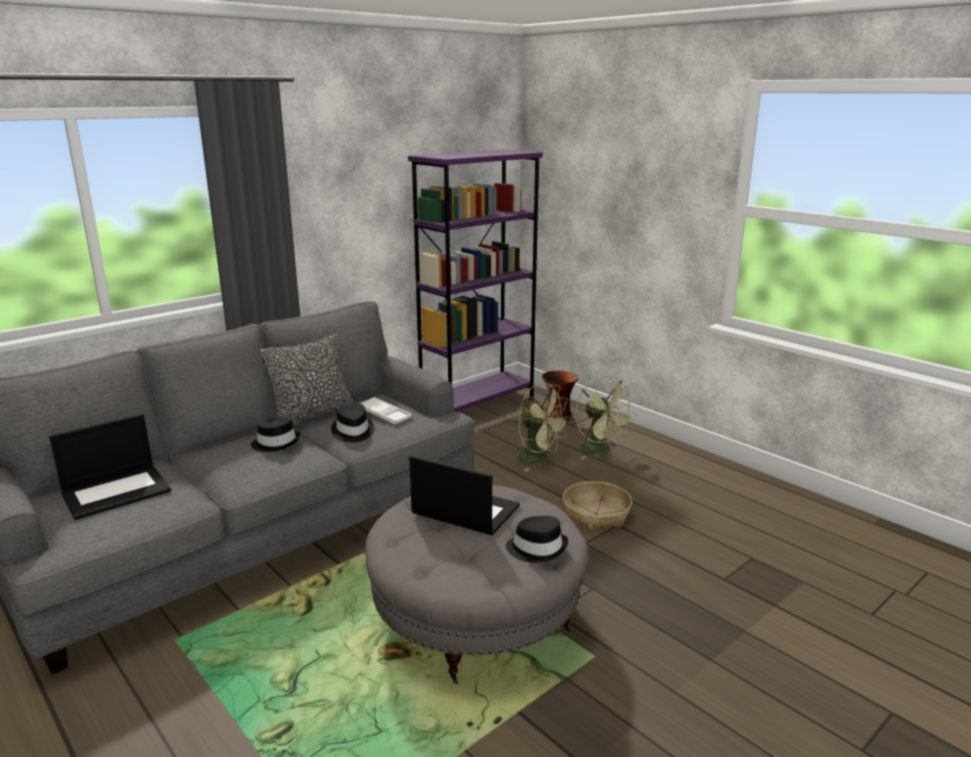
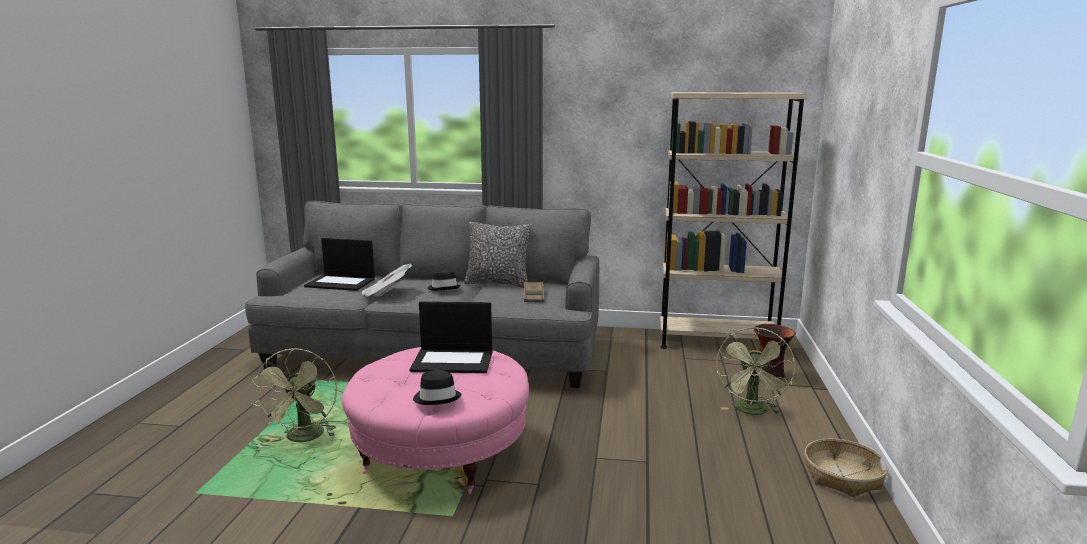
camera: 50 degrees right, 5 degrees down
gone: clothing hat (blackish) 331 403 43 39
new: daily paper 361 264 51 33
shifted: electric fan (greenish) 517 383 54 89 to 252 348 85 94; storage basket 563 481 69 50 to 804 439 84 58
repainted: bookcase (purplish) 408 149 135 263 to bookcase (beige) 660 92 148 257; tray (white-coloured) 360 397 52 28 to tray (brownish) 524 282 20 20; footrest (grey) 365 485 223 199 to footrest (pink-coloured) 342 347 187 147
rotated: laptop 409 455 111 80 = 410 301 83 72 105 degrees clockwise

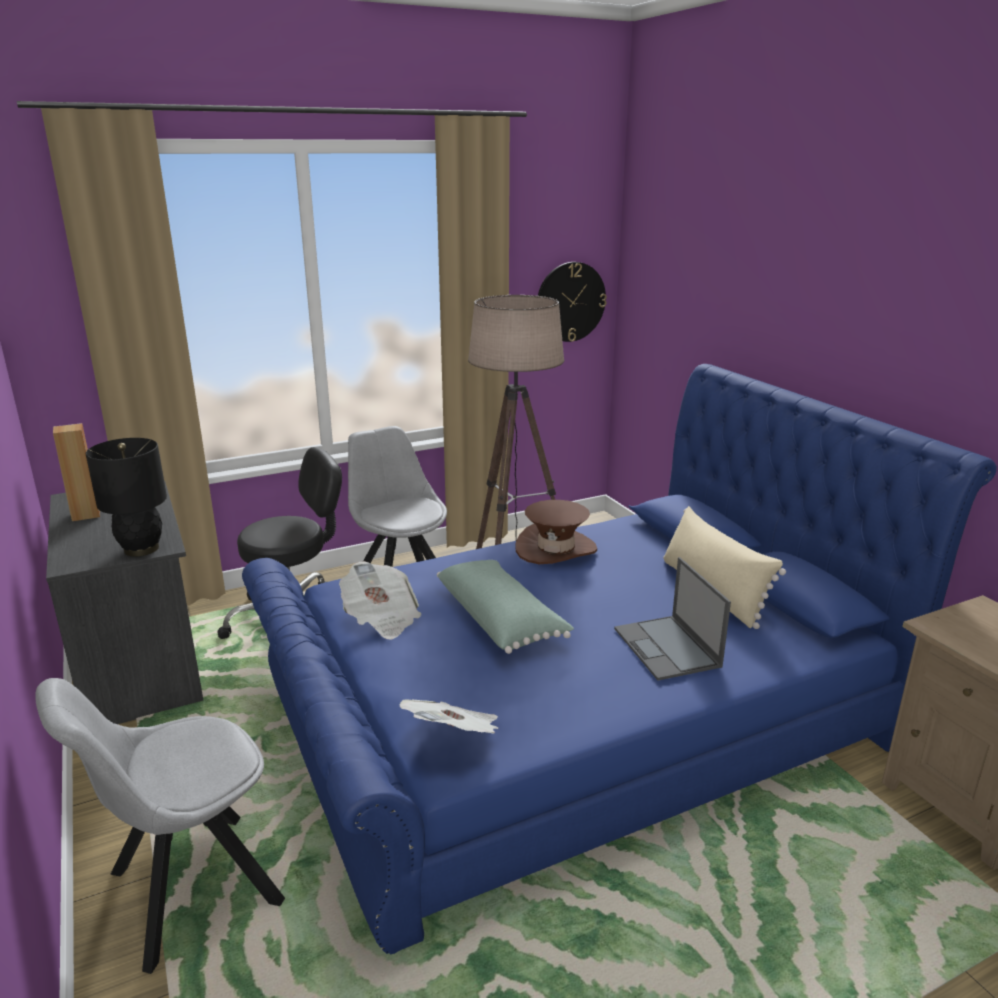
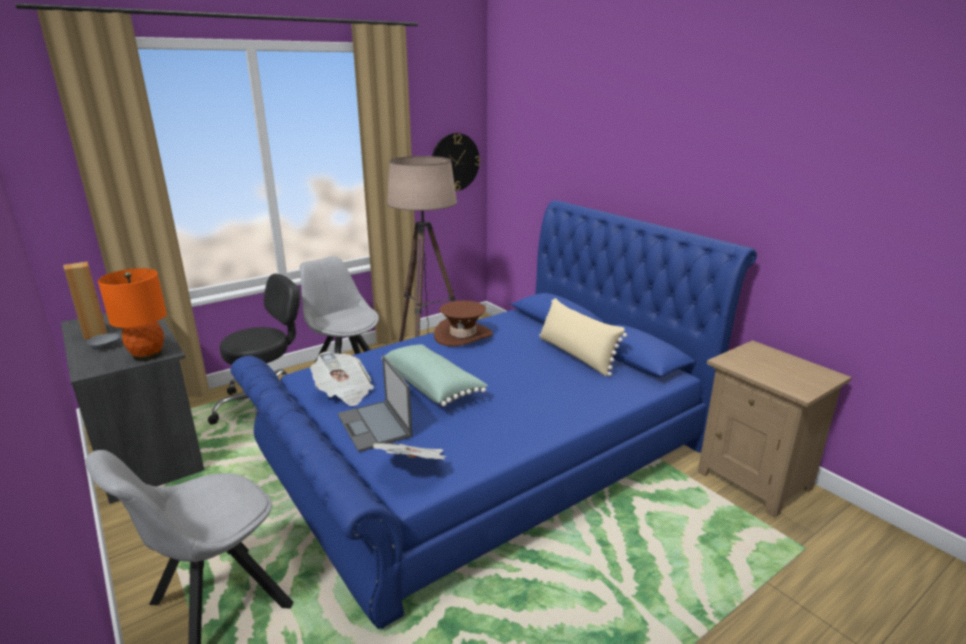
camera: 10 degrees left, 0 degrees up
new: bowl (grey) 87 333 33 17
shifted: laptop 614 557 117 124 to 337 355 75 97
repainted: tabletop lamp (blackish) 86 438 81 119 to tabletop lamp (orangey) 98 268 69 93

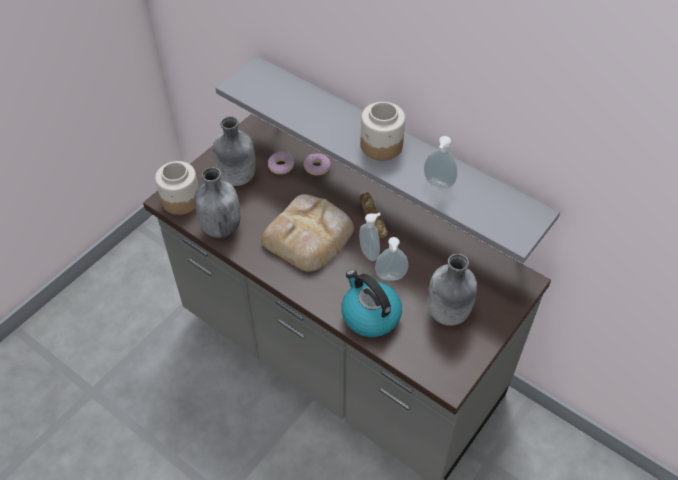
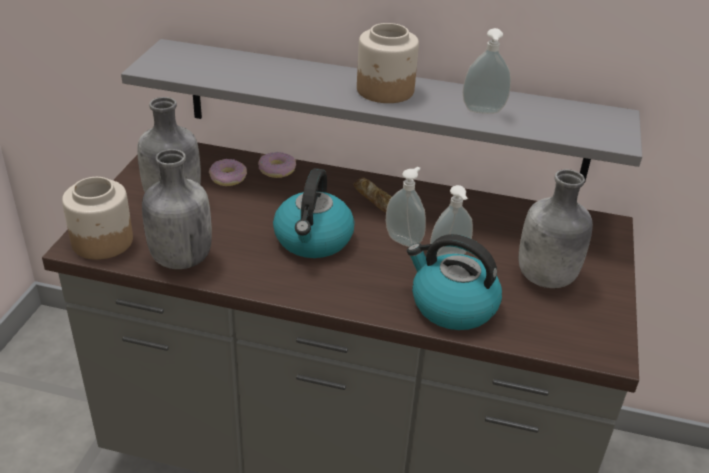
camera: 25 degrees left, 15 degrees down
swapped: bread 261 194 93 78 to kettle 273 168 82 90

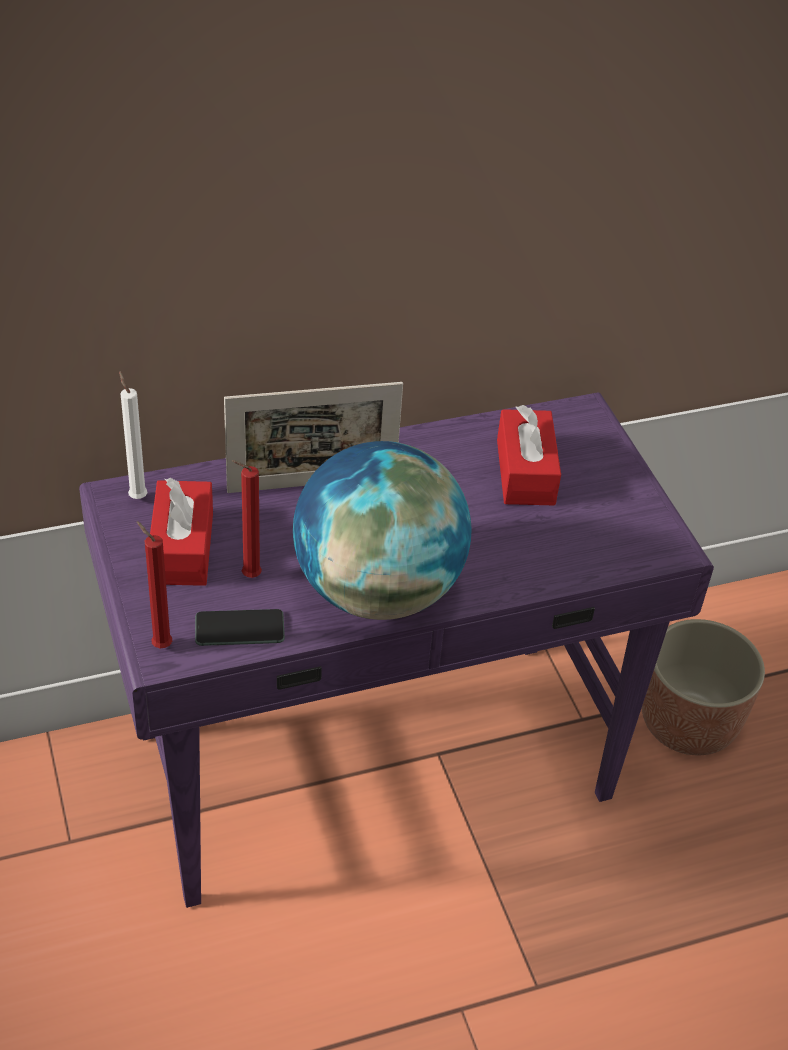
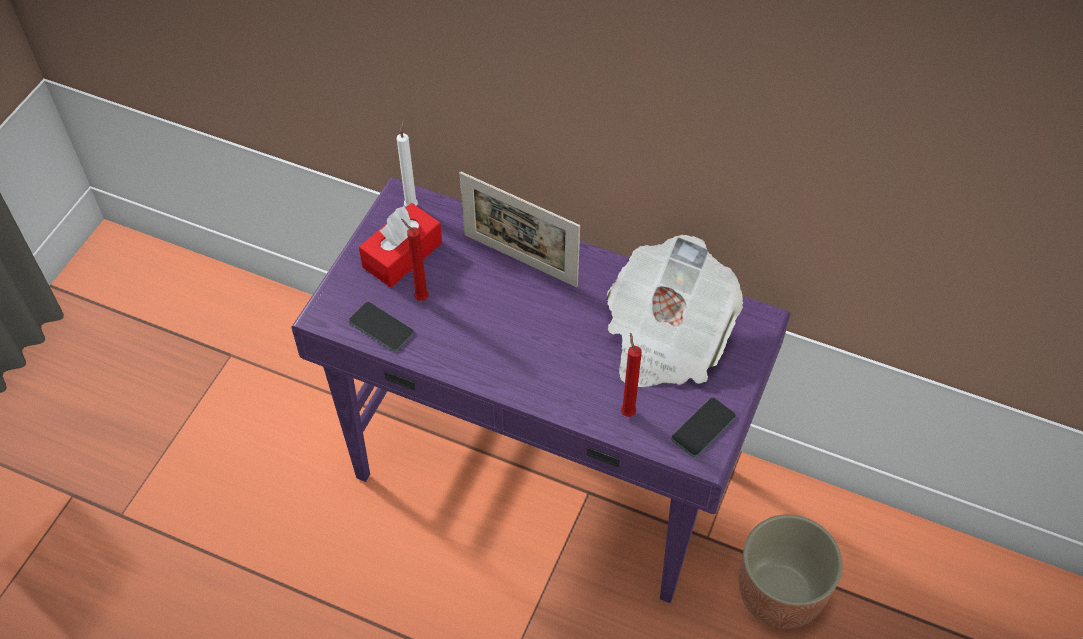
camera: 45 degrees right, 10 degrees up
gone: world globe 293 441 179 179
new: handset 671 397 65 60
shifted: candle (red) 137 521 35 127 to 621 332 21 85
swapped: tissue holder (red) 497 405 64 101 to daily paper 606 235 137 152

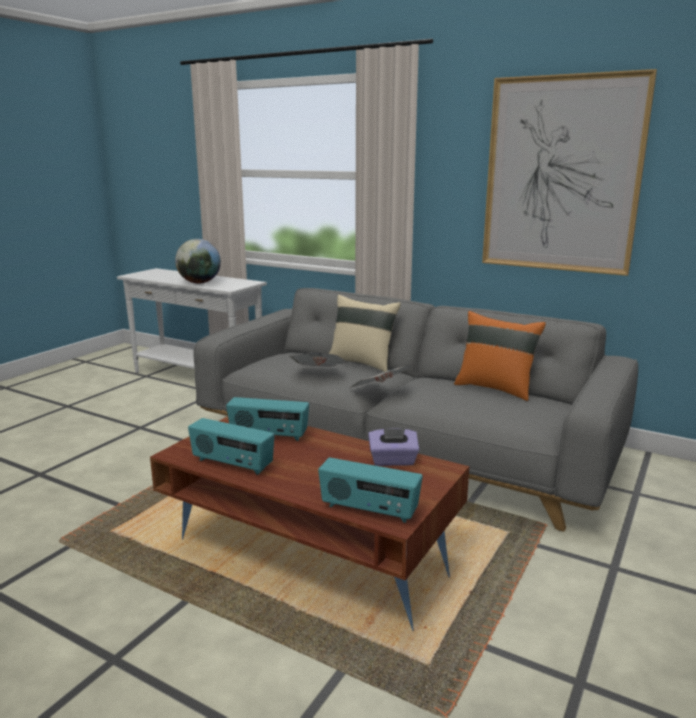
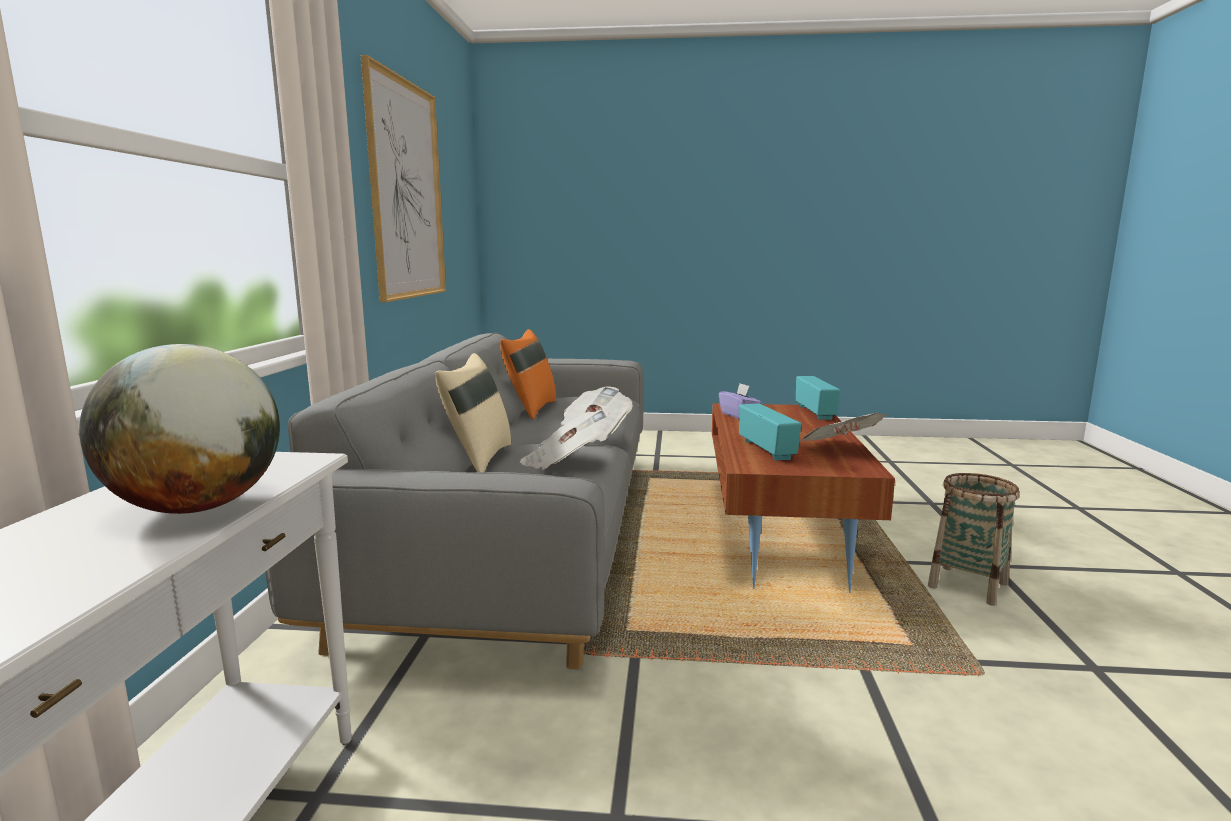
camera: 115 degrees left, 5 degrees down
new: storage basket 928 473 92 133
swapped: radio set 188 418 86 57 to daily paper 799 413 88 28

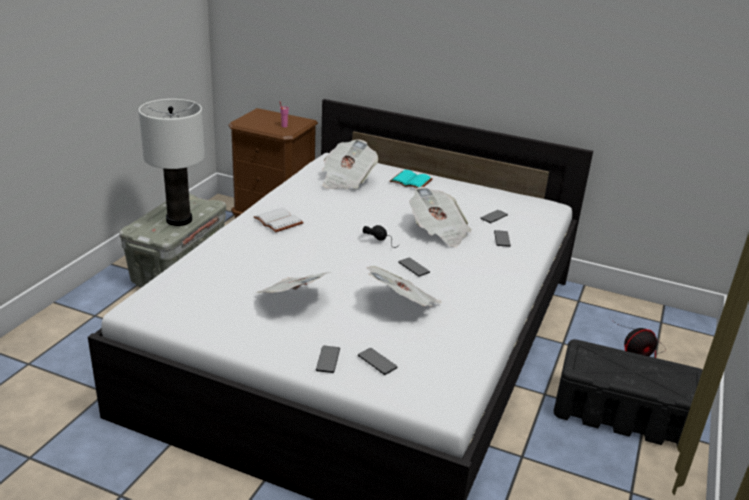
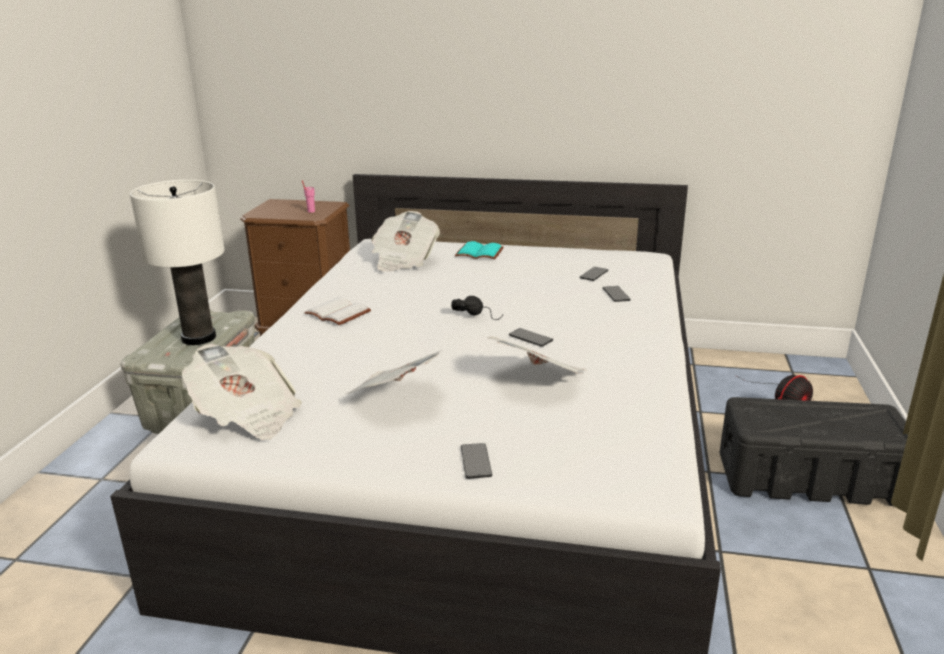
camera: 10 degrees left, 5 degrees down
gone: handset 358 348 40 27
shifted: daily paper 409 187 62 60 to 182 344 120 96

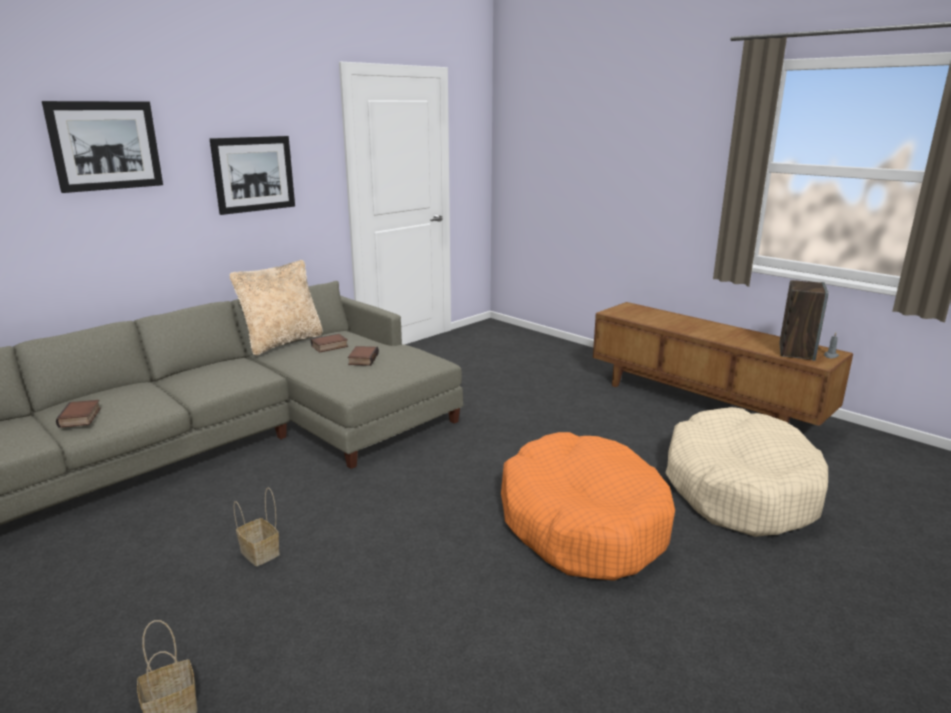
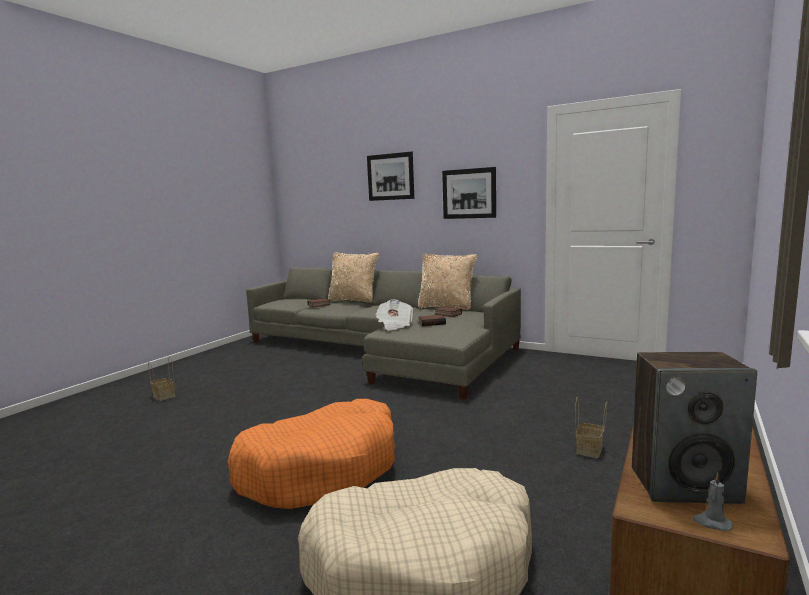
camera: 75 degrees right, 10 degrees down
new: pillow (beige) 328 252 51 51; daily paper 375 299 38 31
shifted: storage basket 234 487 46 79 to 575 397 32 61

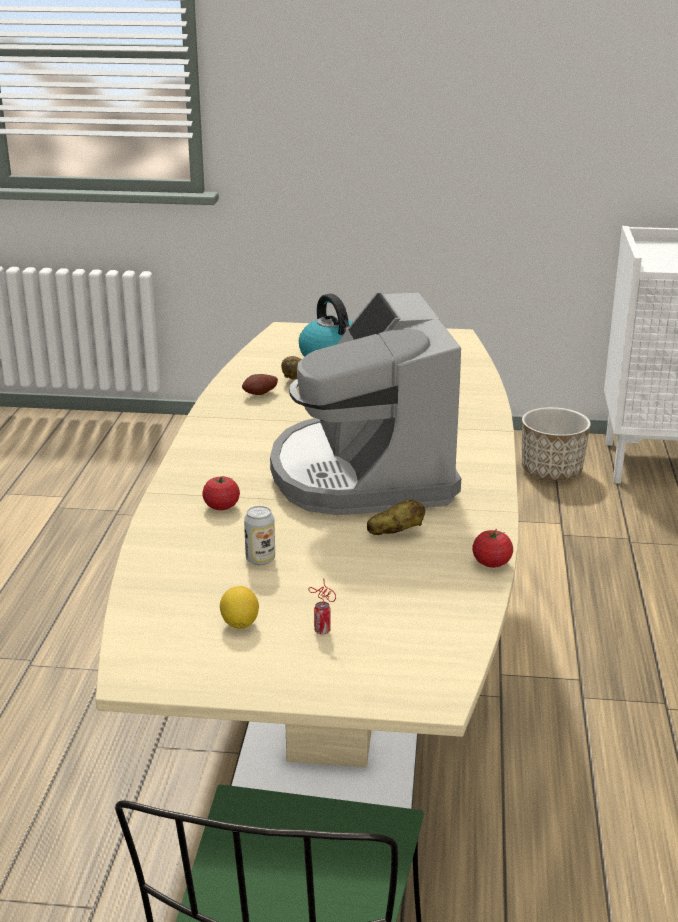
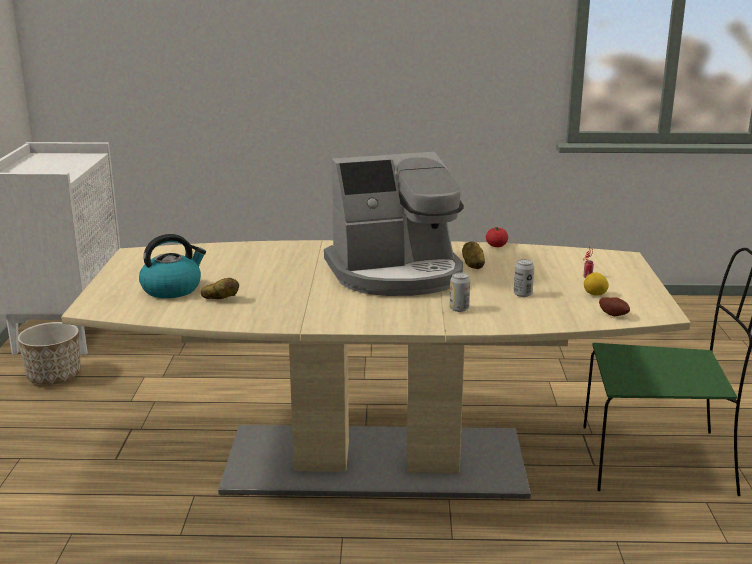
camera: 95 degrees left, 5 degrees down
shifted: spud 242 374 36 21 to 599 297 31 19
swapped: tomato 202 476 38 34 to metal can 450 272 20 40

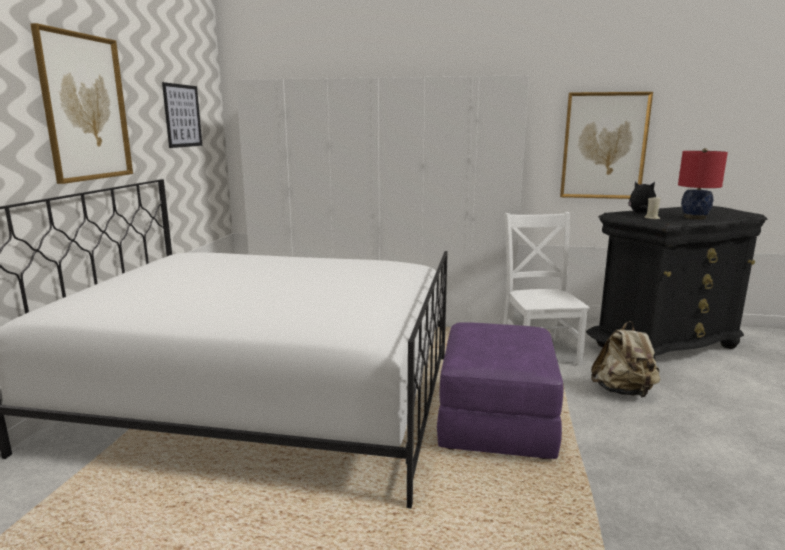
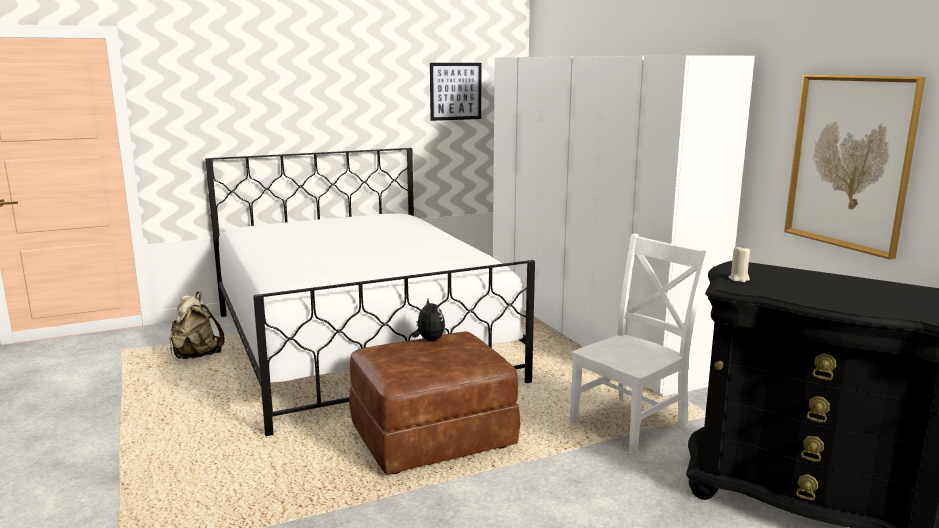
camera: 55 degrees right, 0 degrees up
gone: picture 31 23 102 161; tabletop lamp (red) 678 148 50 72
shifted: cuddly toy 628 182 28 31 to 412 299 33 42; backpack (beige) 591 321 69 77 to 169 291 56 68
repainted: footrest (purplish) 437 322 127 137 to footrest (brownish) 349 331 172 144

